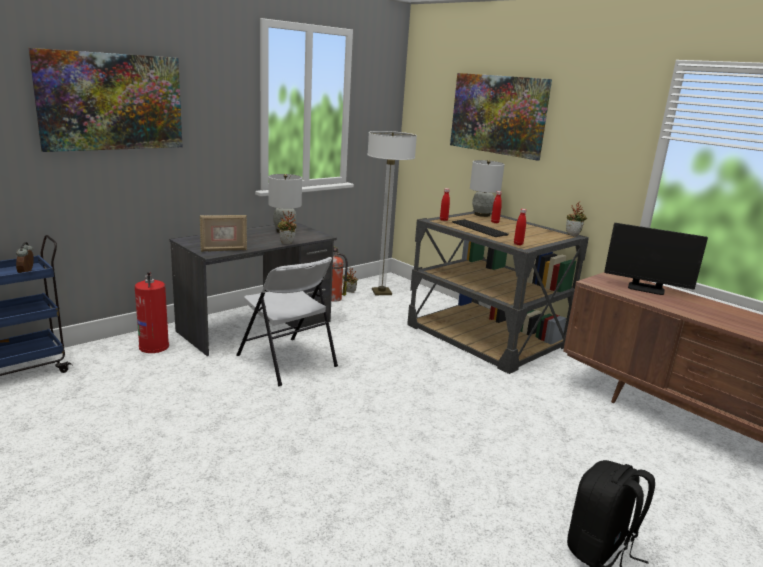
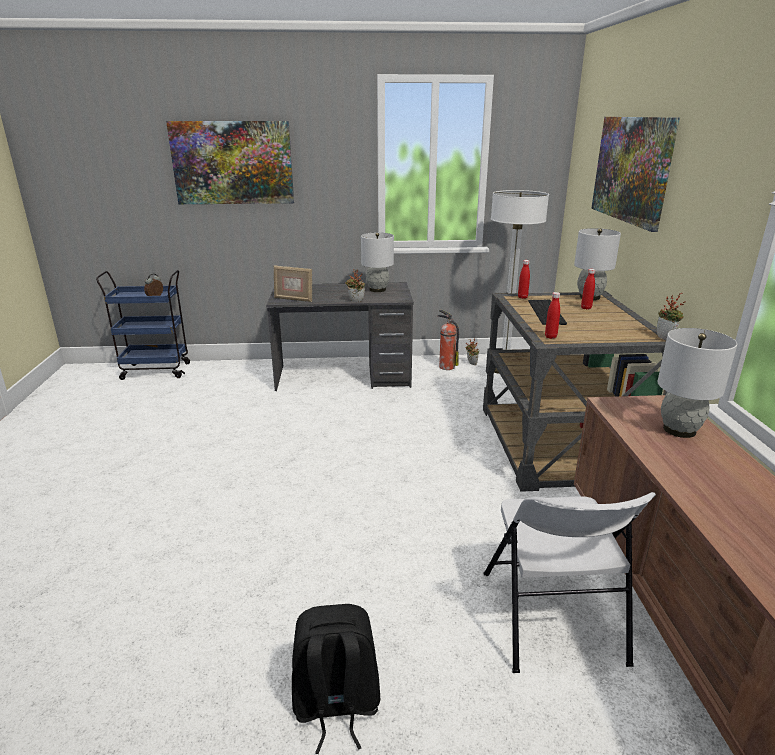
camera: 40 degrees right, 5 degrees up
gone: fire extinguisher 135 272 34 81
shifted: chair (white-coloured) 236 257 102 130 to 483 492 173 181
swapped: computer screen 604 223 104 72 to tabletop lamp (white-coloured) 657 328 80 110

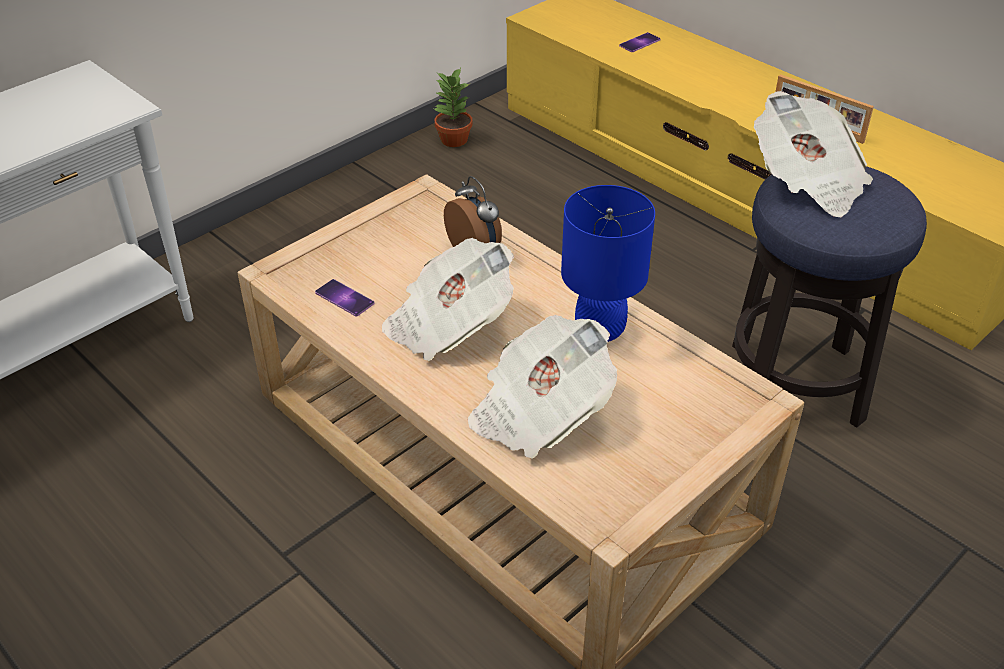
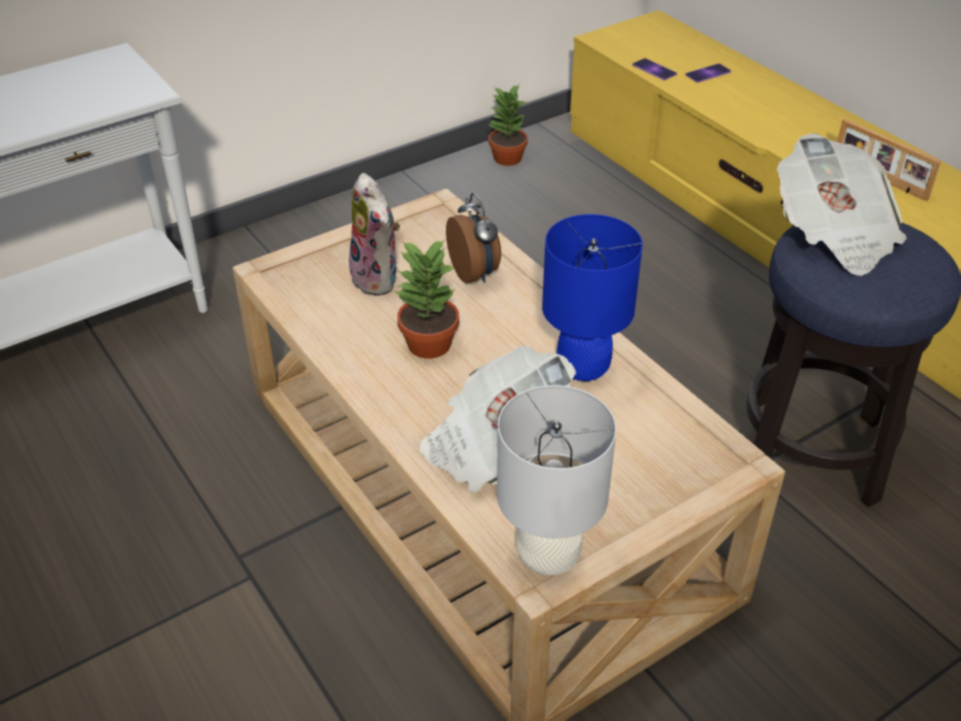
camera: 10 degrees right, 0 degrees up
new: cuddly toy 349 173 51 123; tabletop lamp (grey) 497 385 119 191
shifted: handset 315 279 60 37 to 632 58 45 22
swapped: daily paper 382 238 132 123 to potted plant 395 239 64 120

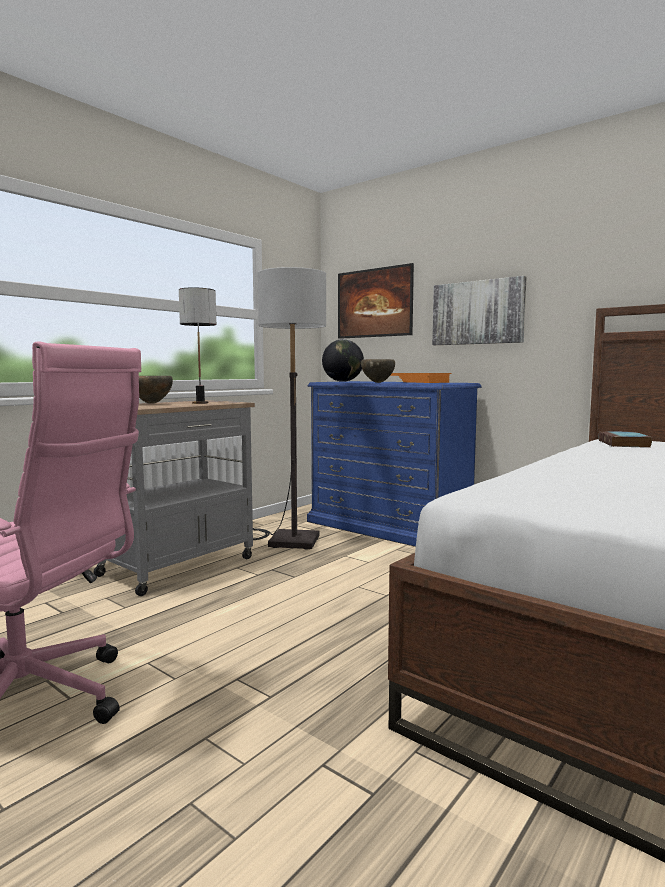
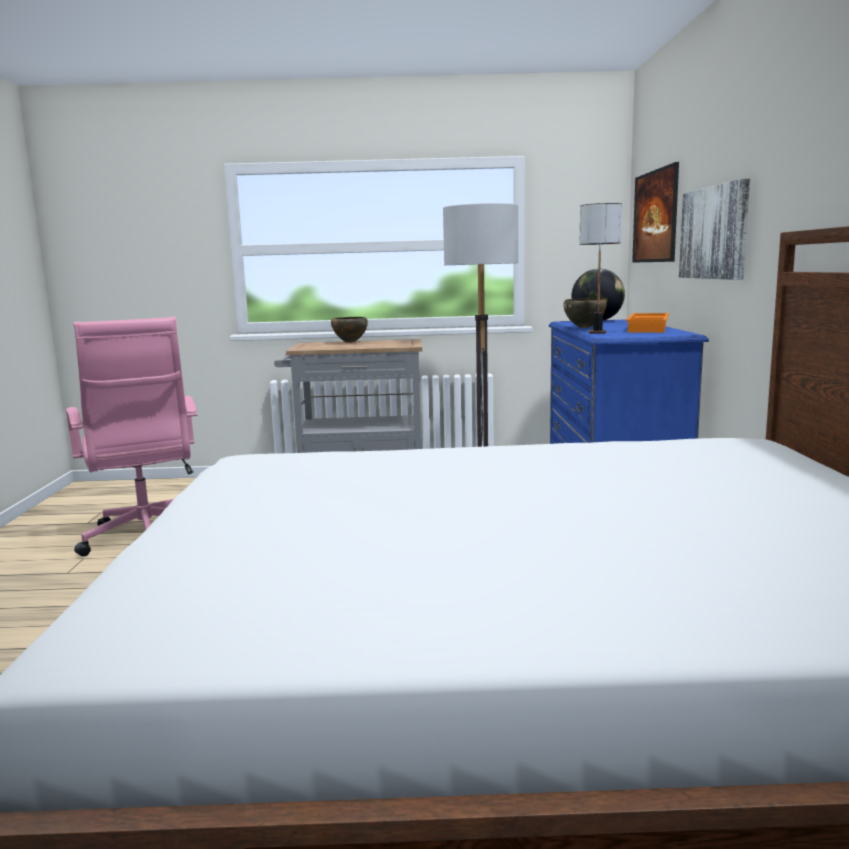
camera: 50 degrees right, 5 degrees up
gone: volume 599 431 53 17
shifted: tabletop lamp 179 287 38 117 to 579 203 43 131

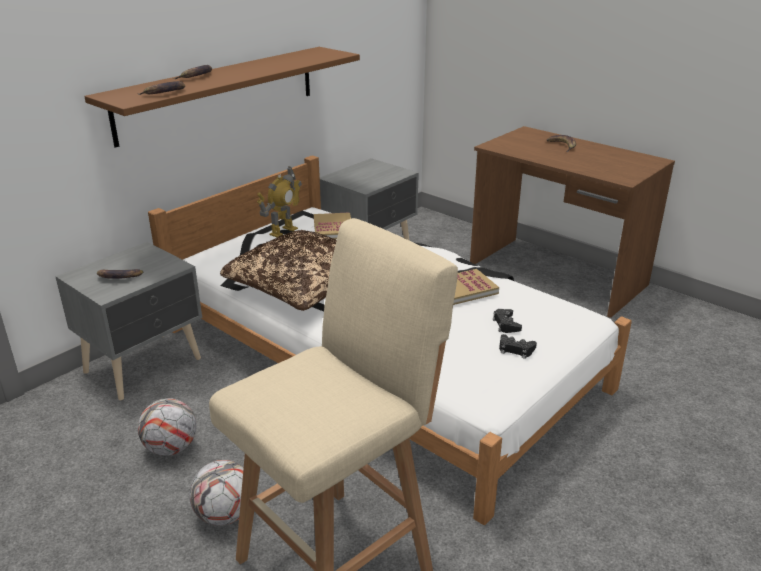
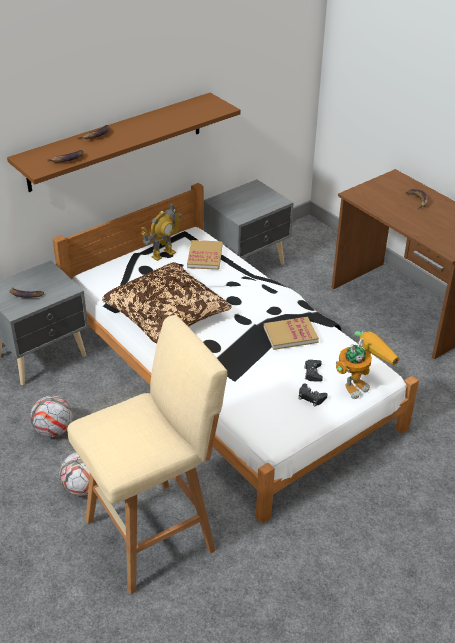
camera: 10 degrees right, 10 degrees up
new: model robot 336 331 63 68

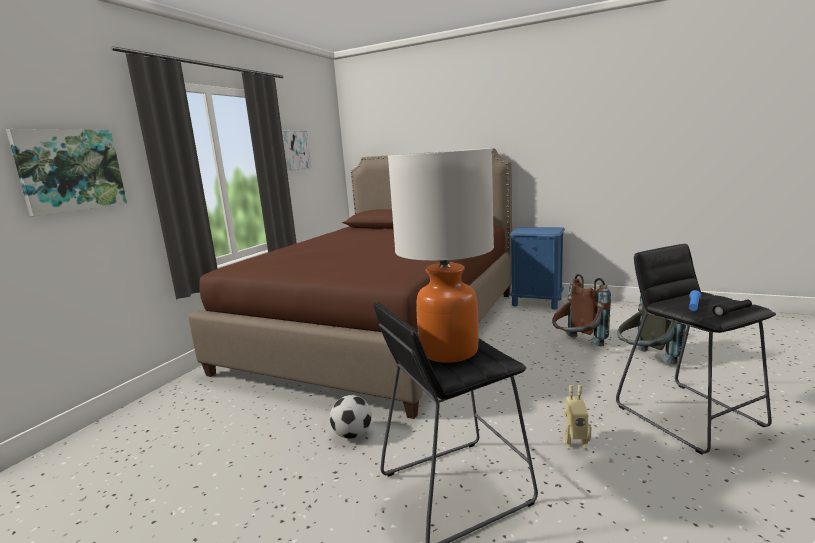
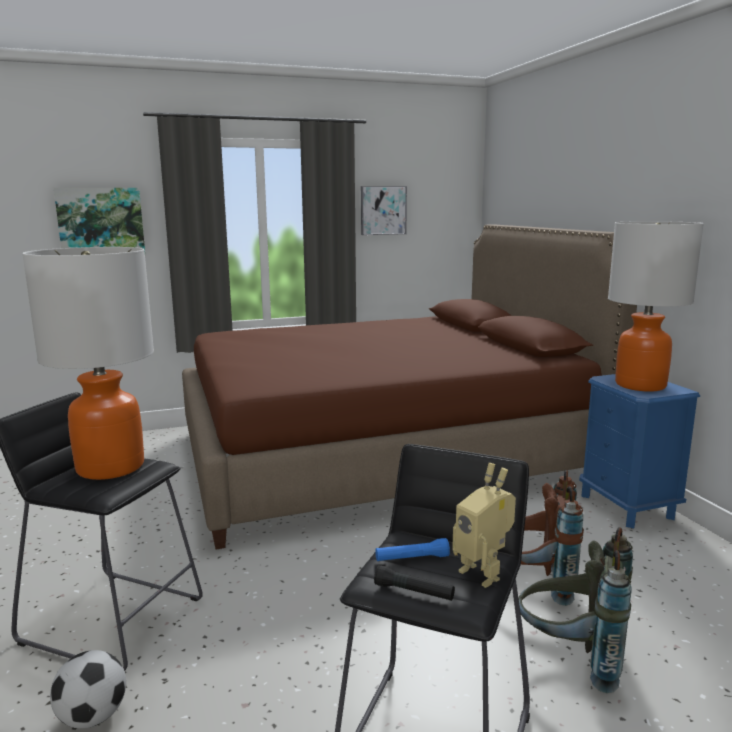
camera: 45 degrees right, 0 degrees up
new: tabletop lamp 608 221 96 171
shifted: model robot 564 385 28 65 to 452 463 64 125; football 330 395 42 44 to 50 650 76 79

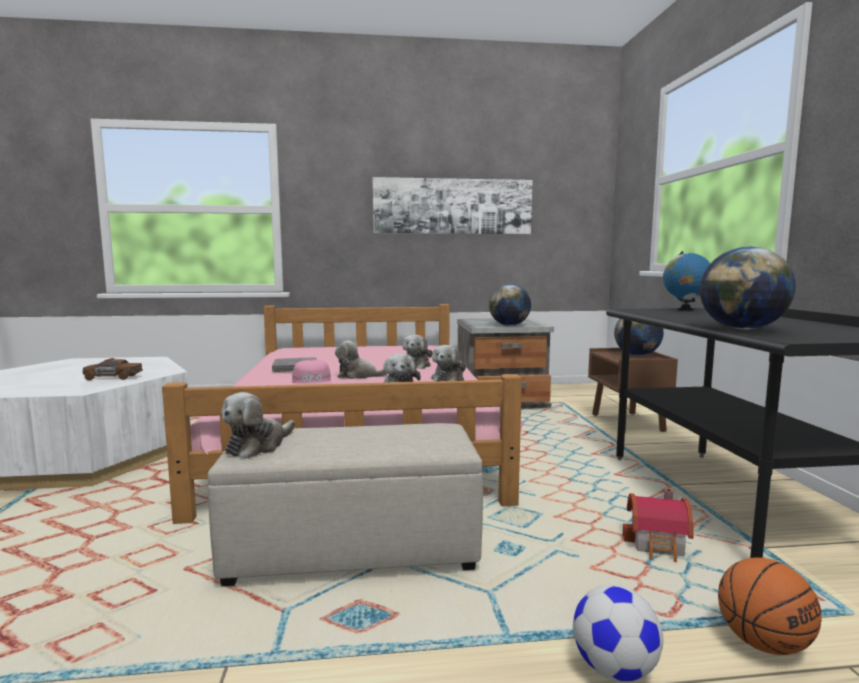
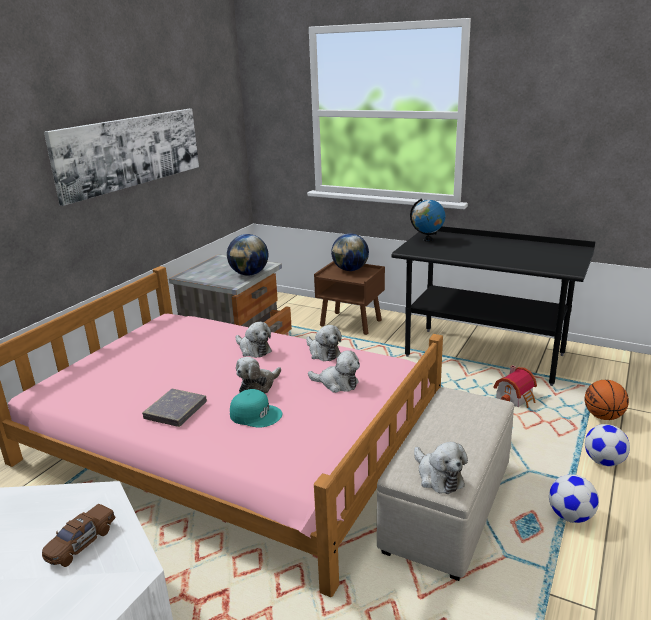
camera: 55 degrees left, 15 degrees up
gone: world globe 700 247 96 82
new: football 549 474 50 49
repainted: cap (pink-coloured) 292 360 40 25 to cap (turquoise) 230 389 53 39

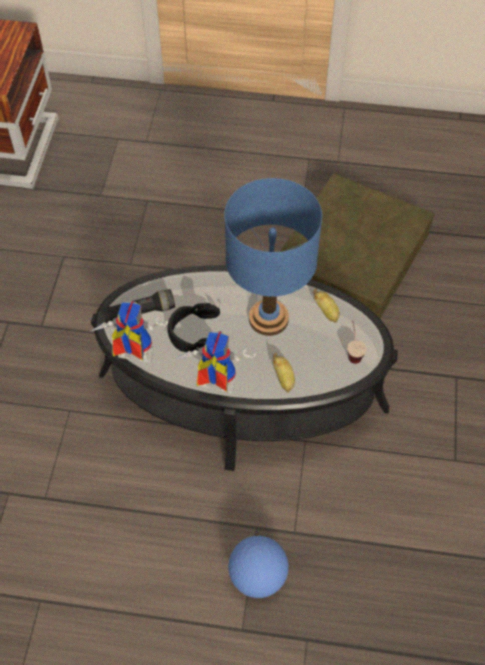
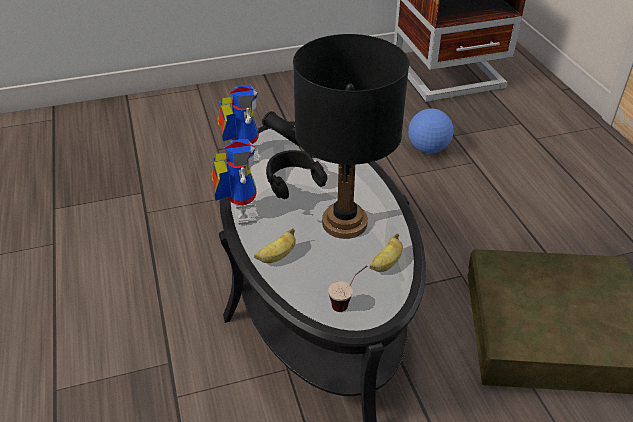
camera: 65 degrees right, 15 degrees down
shifted: football 228 536 61 62 to 408 108 45 45
repainted: tabletop lamp (blue-coloured) 224 178 98 158 to tabletop lamp (blackish) 293 34 116 205

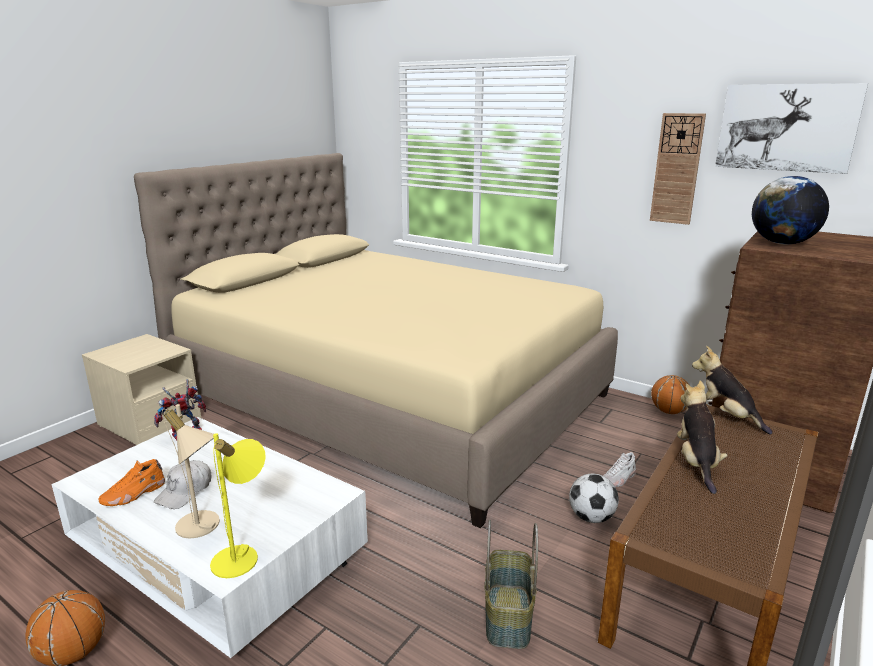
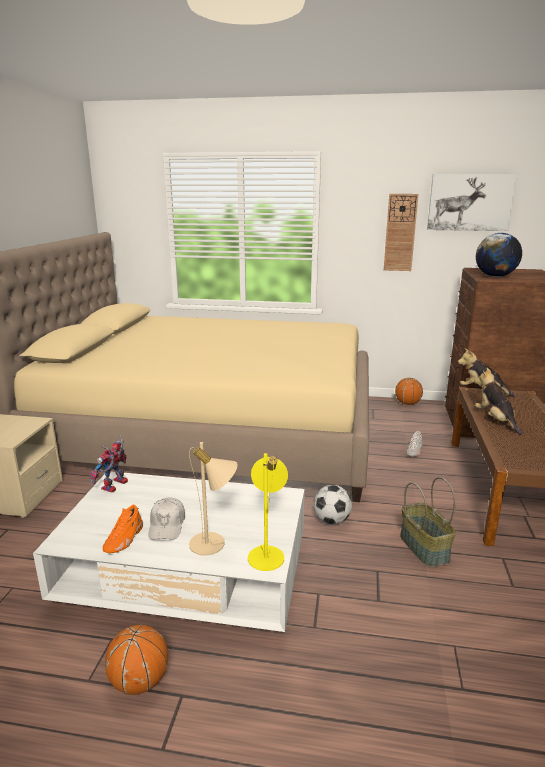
camera: 25 degrees left, 0 degrees up
shifted: football 569 474 50 49 to 313 485 39 39

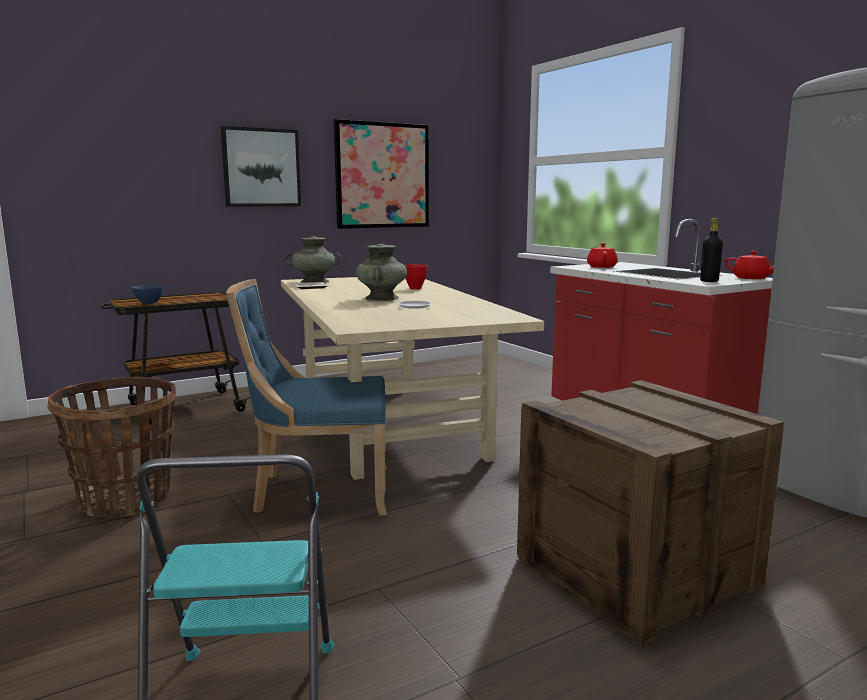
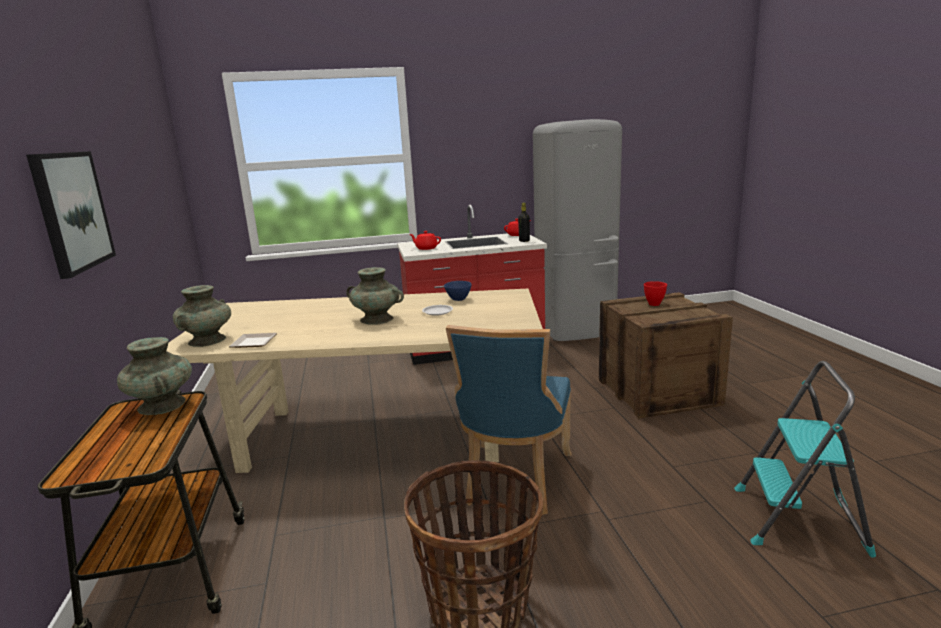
camera: 70 degrees left, 5 degrees up
gone: picture 334 119 95 110
new: vase (turquoise) 117 337 75 78
shifted: bowl (red) 404 264 24 25 to 644 281 23 25; bowl (blue-coloured) 132 285 32 19 to 444 281 27 20

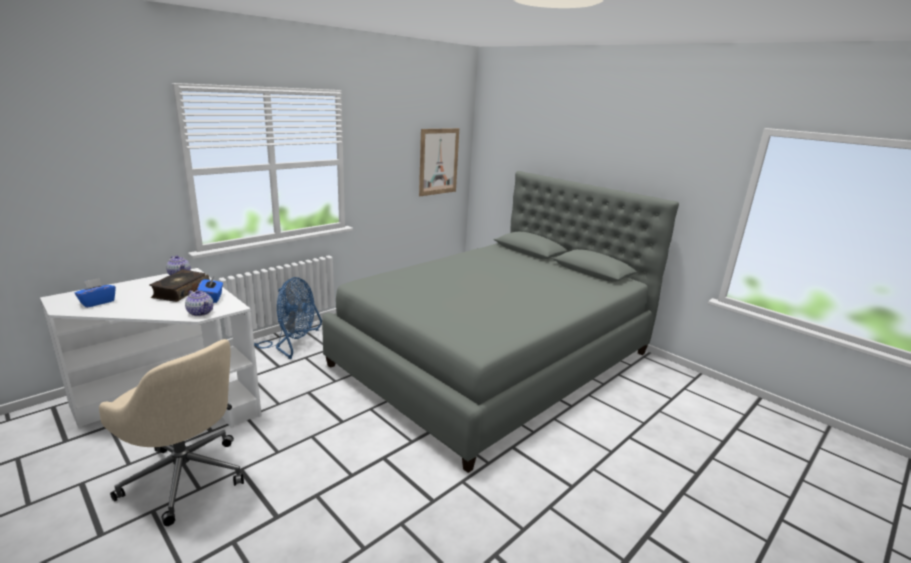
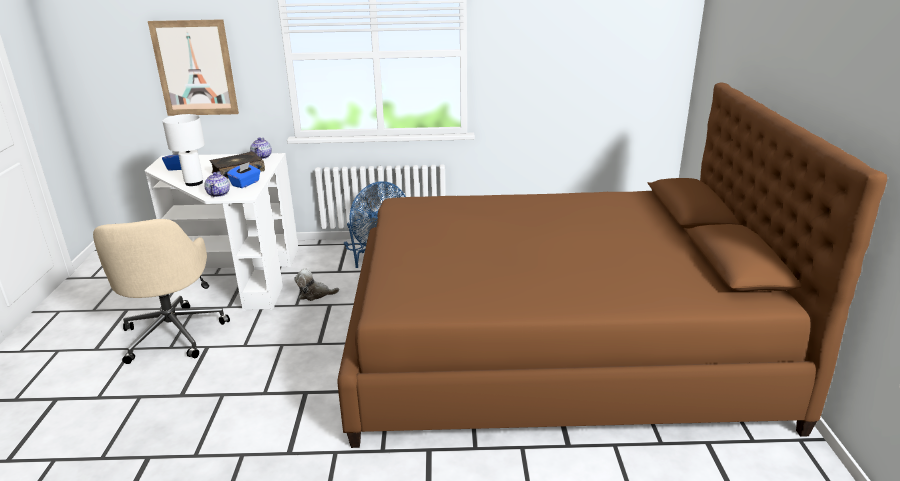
camera: 45 degrees right, 5 degrees up
new: tabletop lamp (white-coloured) 163 114 42 72; cuddly toy 295 269 44 32
shifted: picture 419 128 40 68 to 148 19 91 97
repainted: sleeping bed (grey) 322 171 357 302 to sleeping bed (brownish) 337 82 550 366

